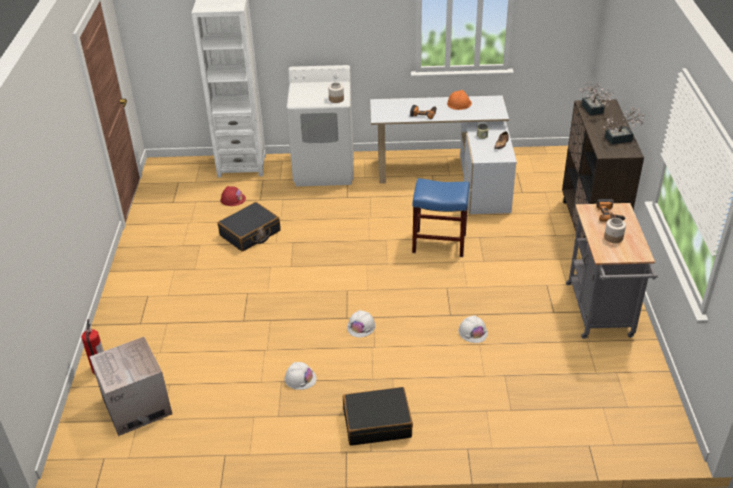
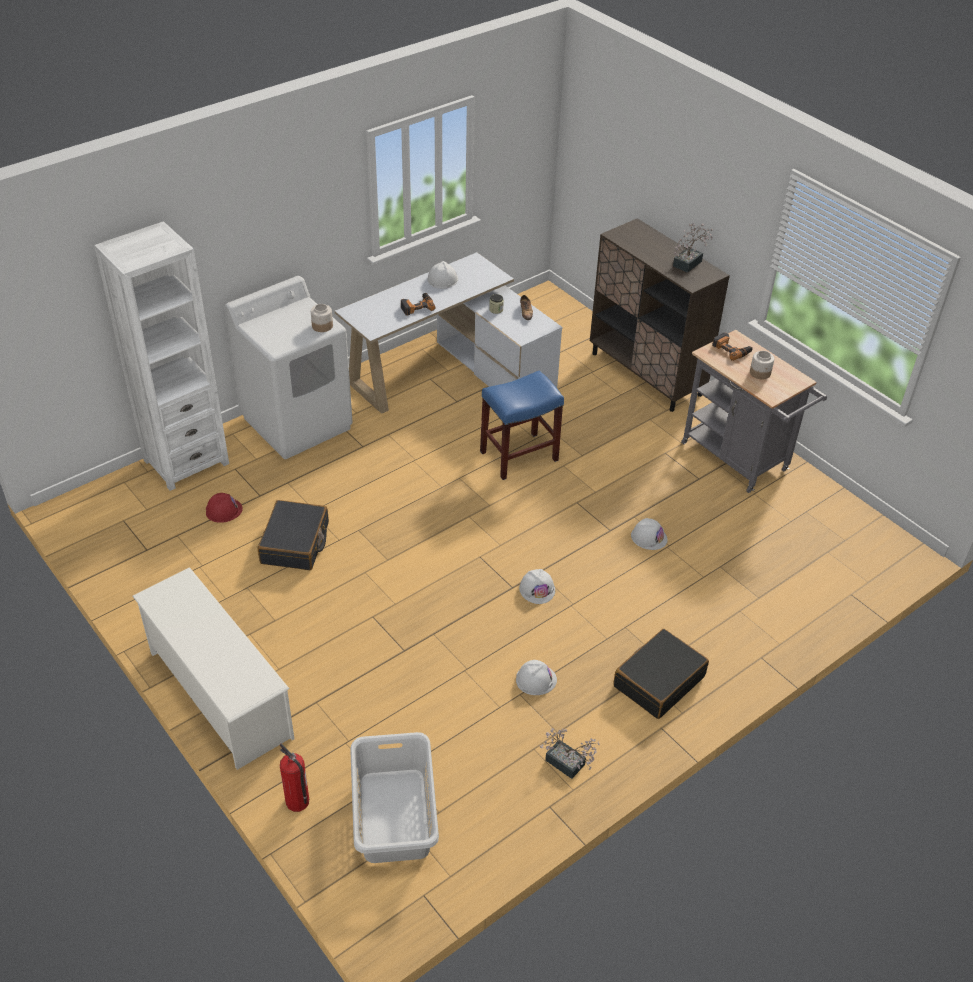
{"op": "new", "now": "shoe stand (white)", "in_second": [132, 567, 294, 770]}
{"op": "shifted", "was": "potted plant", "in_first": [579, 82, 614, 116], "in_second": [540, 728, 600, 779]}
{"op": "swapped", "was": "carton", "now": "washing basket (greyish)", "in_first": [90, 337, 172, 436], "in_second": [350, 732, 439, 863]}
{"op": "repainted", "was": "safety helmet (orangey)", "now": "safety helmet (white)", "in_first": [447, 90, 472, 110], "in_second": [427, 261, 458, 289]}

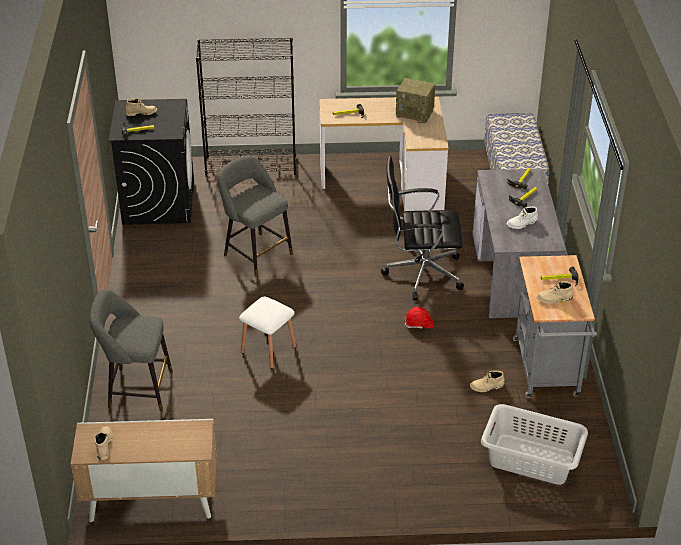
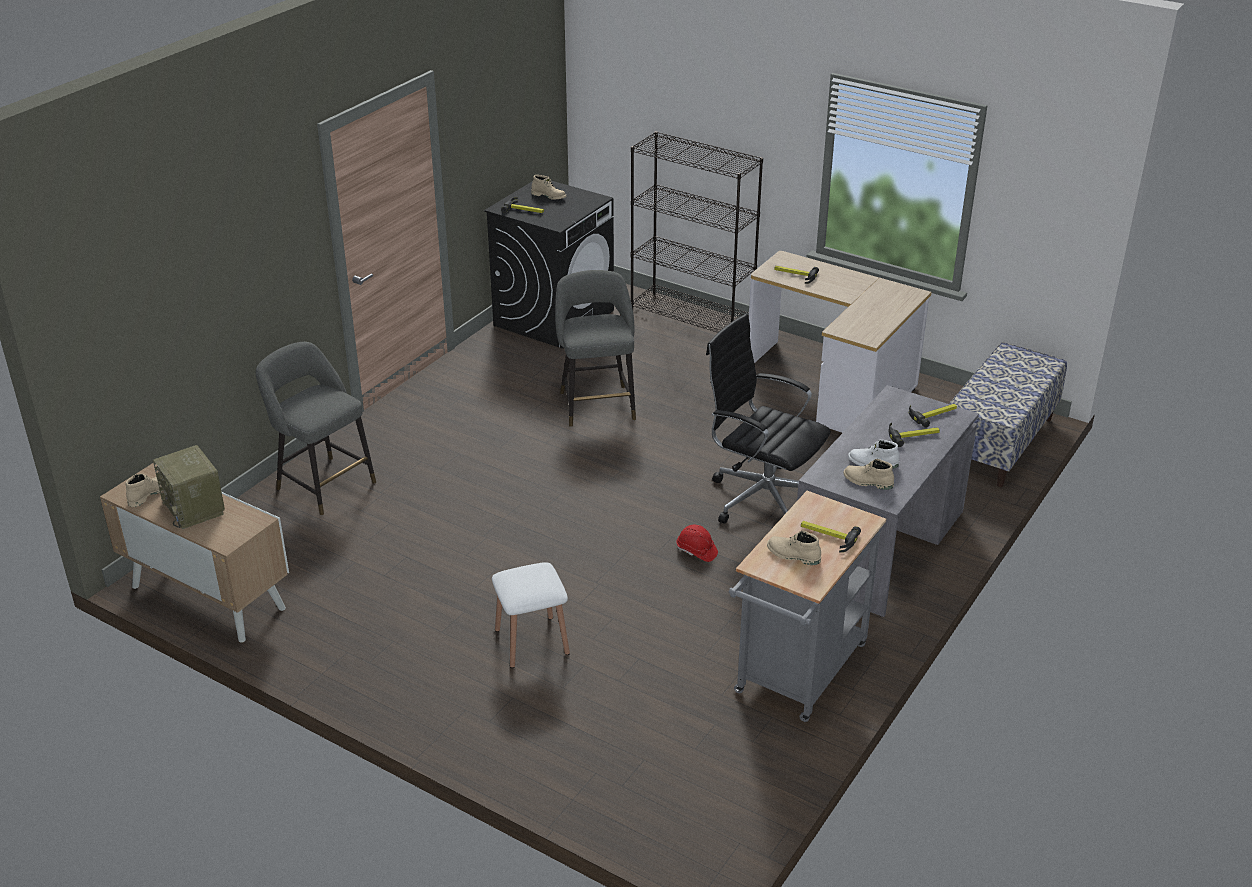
{"op": "gone", "was": "washing basket (greyish)", "in_first": [481, 404, 588, 485]}
{"op": "shifted", "was": "stool seat (white)", "in_first": [239, 297, 296, 369], "in_second": [492, 562, 570, 668]}
{"op": "shifted", "was": "radio", "in_first": [396, 78, 435, 123], "in_second": [153, 445, 225, 529]}
{"op": "shifted", "was": "boot (sand-coloured)", "in_first": [470, 371, 505, 392], "in_second": [843, 459, 894, 490]}

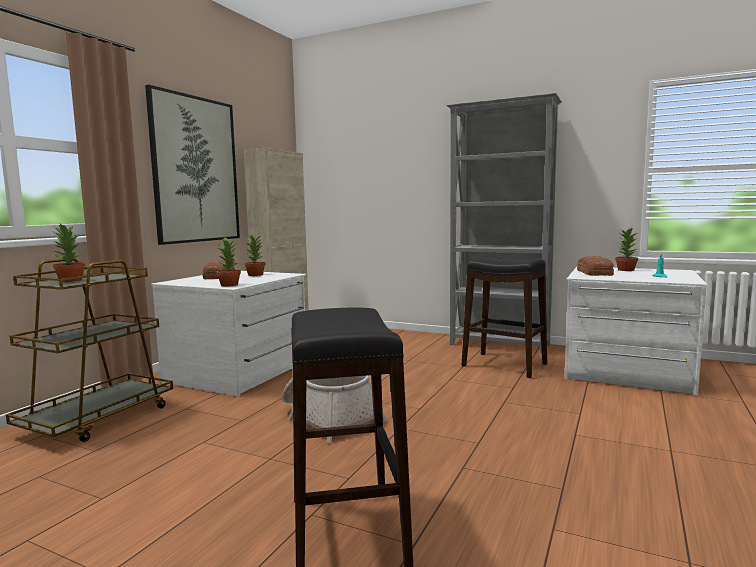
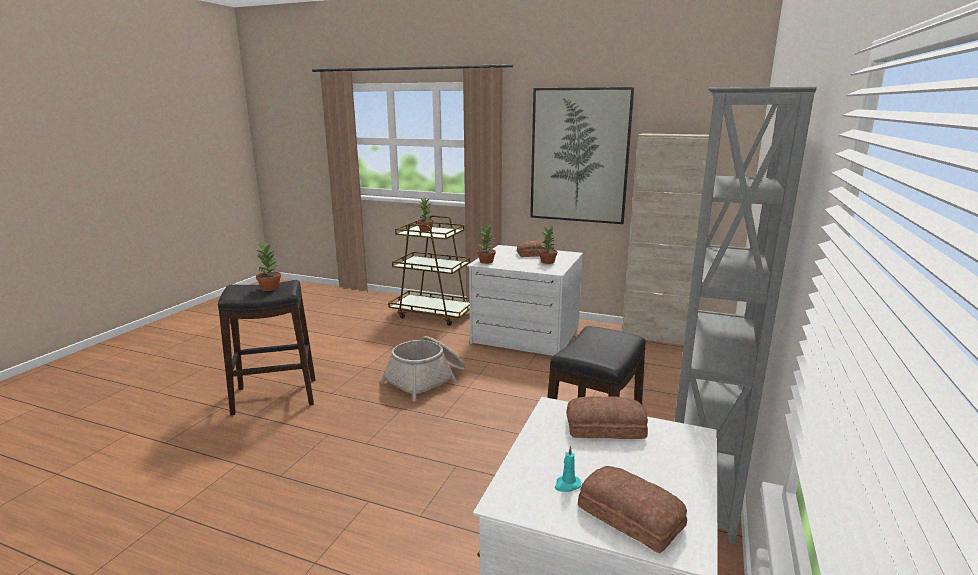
{"op": "new", "now": "bread", "in_second": [578, 466, 687, 554]}
{"op": "shifted", "was": "potted plant", "in_first": [615, 228, 638, 271], "in_second": [255, 242, 281, 291]}

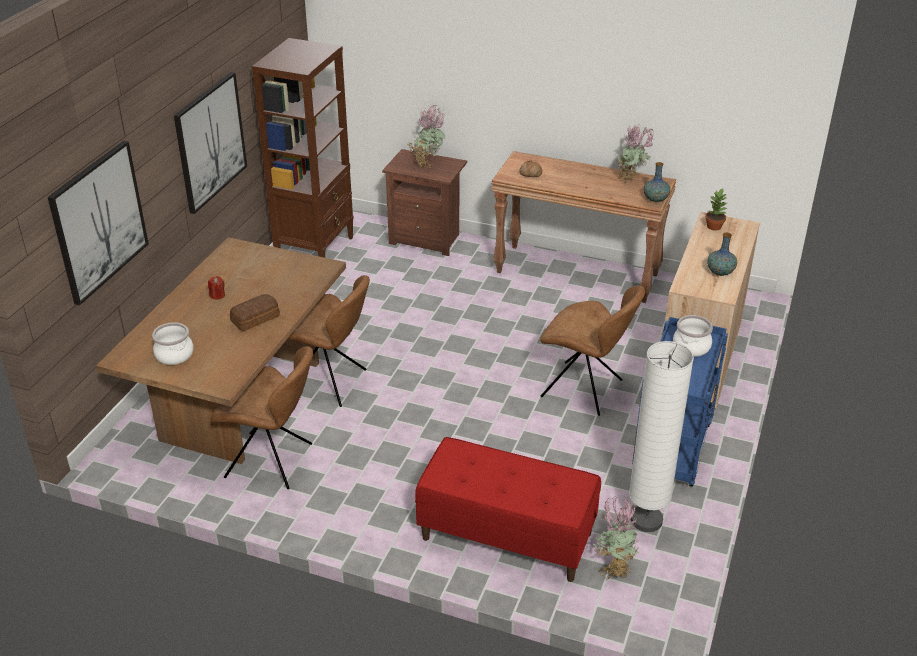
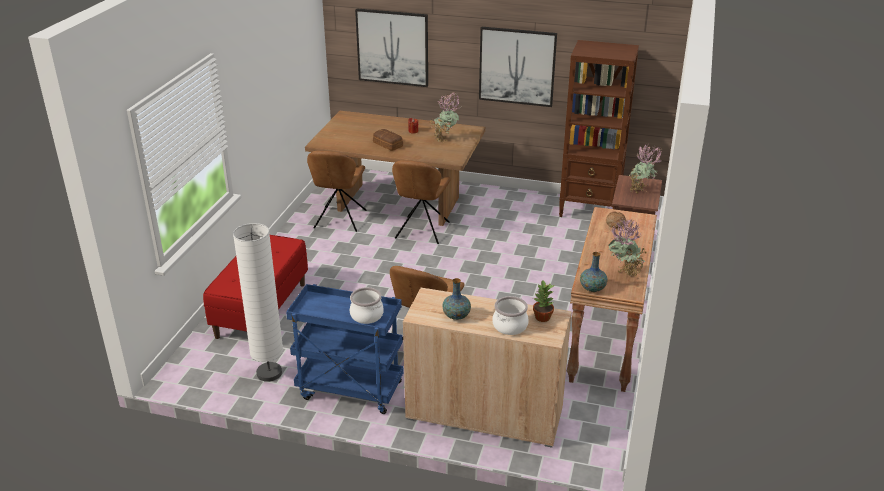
{"op": "shifted", "was": "cooking pot", "in_first": [152, 322, 193, 365], "in_second": [492, 296, 528, 335]}
{"op": "shifted", "was": "potted plant", "in_first": [593, 496, 640, 579], "in_second": [430, 92, 460, 141]}

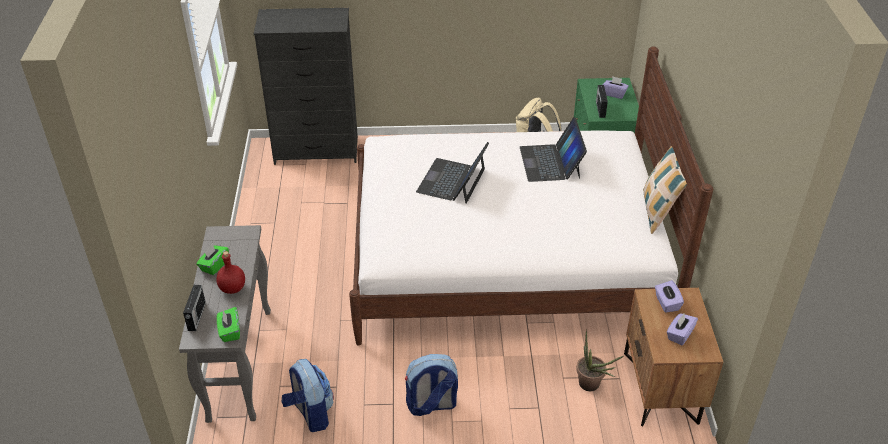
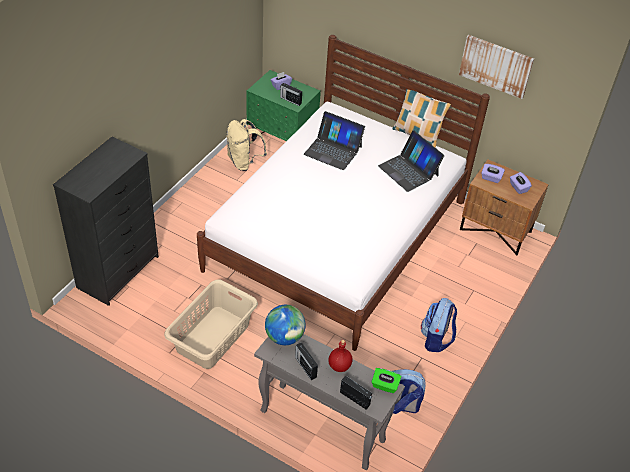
{"op": "gone", "was": "potted plant", "in_first": [576, 329, 624, 391]}
{"op": "new", "now": "washing basket (sand-coloured)", "in_second": [164, 279, 258, 369]}
{"op": "new", "now": "globe", "in_second": [265, 305, 306, 345]}
{"op": "new", "now": "wall picture", "in_second": [459, 35, 534, 99]}
{"op": "shifted", "was": "portable computer", "in_first": [416, 142, 489, 204], "in_second": [378, 131, 444, 192]}
{"op": "swapped", "was": "tissue holder (green-coloured)", "now": "radio", "in_first": [196, 244, 229, 275], "in_second": [295, 342, 318, 380]}

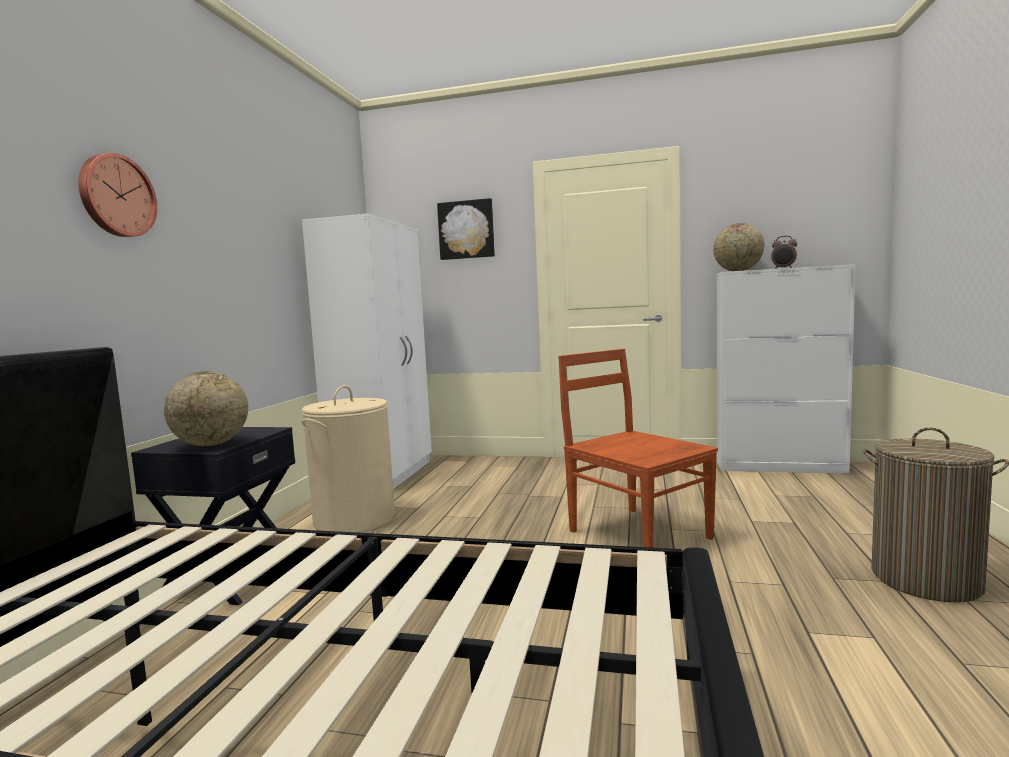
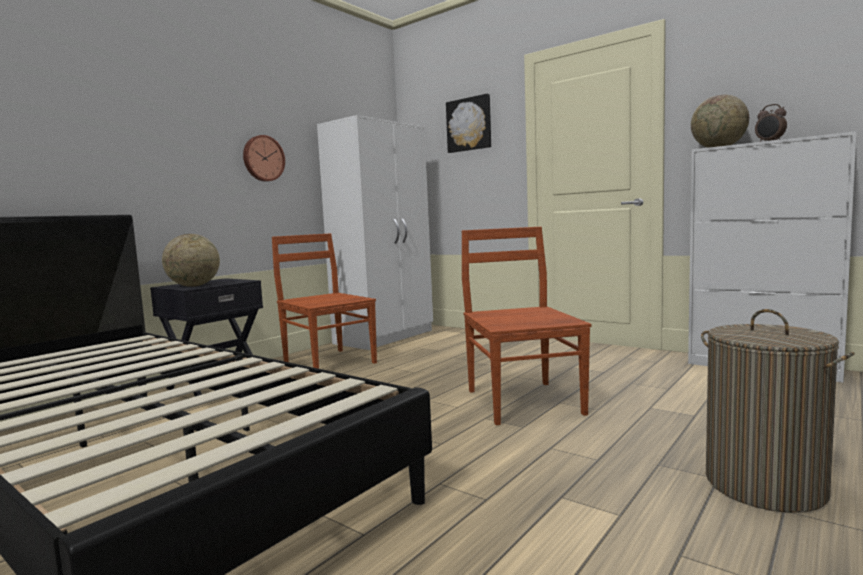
{"op": "shifted", "was": "clock on the wall", "in_first": [78, 153, 157, 237], "in_second": [243, 135, 285, 182]}
{"op": "swapped", "was": "washing basket (sand-coloured)", "now": "upright chair (brown)", "in_first": [302, 385, 395, 533], "in_second": [272, 233, 377, 369]}

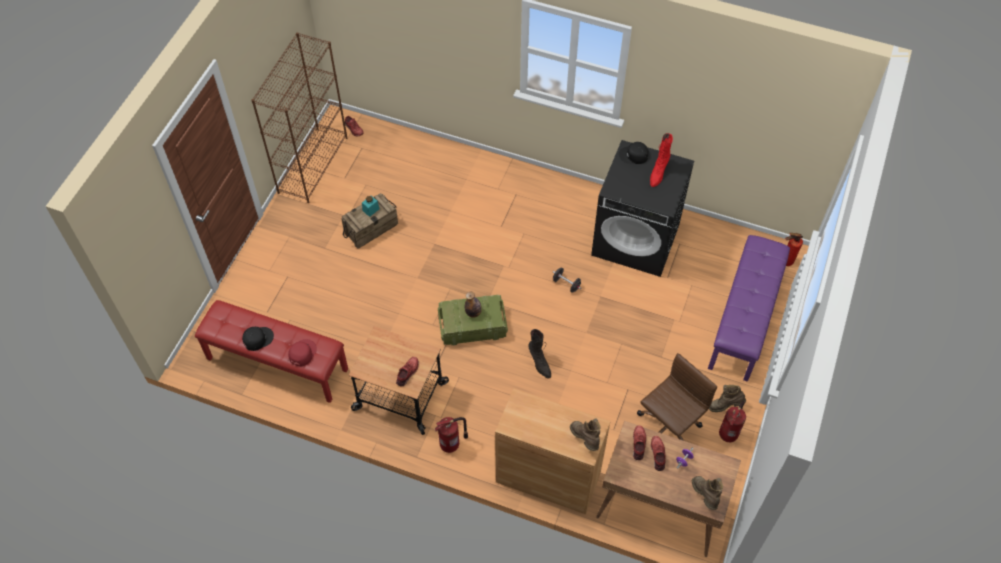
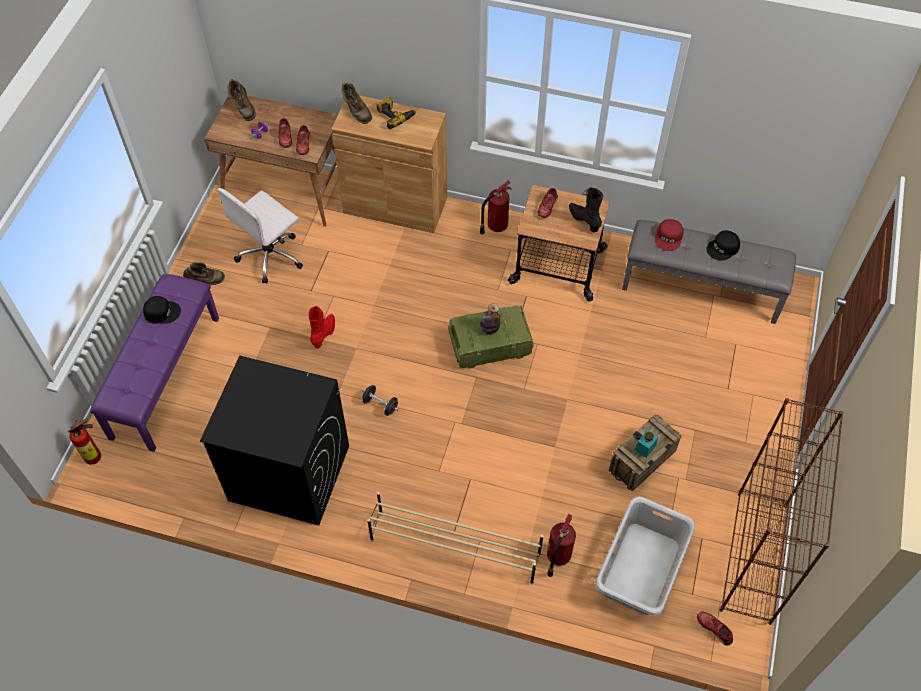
{"op": "new", "now": "shoe stand (sand-coloured)", "in_second": [367, 492, 543, 585]}
{"op": "new", "now": "electric drill", "in_second": [377, 97, 416, 129]}
{"op": "new", "now": "washing basket (greyish)", "in_second": [595, 497, 695, 616]}
{"op": "shifted", "was": "boot (black-coloured)", "in_first": [528, 329, 551, 379], "in_second": [569, 187, 603, 233]}
{"op": "shifted", "was": "peaked cap (black-coloured)", "in_first": [619, 142, 649, 164], "in_second": [143, 296, 181, 324]}
{"op": "shifted", "was": "boot (reddish)", "in_first": [650, 133, 673, 187], "in_second": [309, 306, 335, 349]}
{"op": "shifted", "was": "extinguisher", "in_first": [719, 401, 746, 442], "in_second": [547, 514, 576, 577]}
{"op": "repainted", "was": "indoor bench (reddish)", "now": "indoor bench (greyish)", "in_first": [195, 300, 348, 403], "in_second": [622, 220, 796, 324]}
{"op": "repainted", "was": "office chair (brown)", "now": "office chair (white)", "in_first": [637, 353, 717, 441], "in_second": [217, 188, 303, 284]}

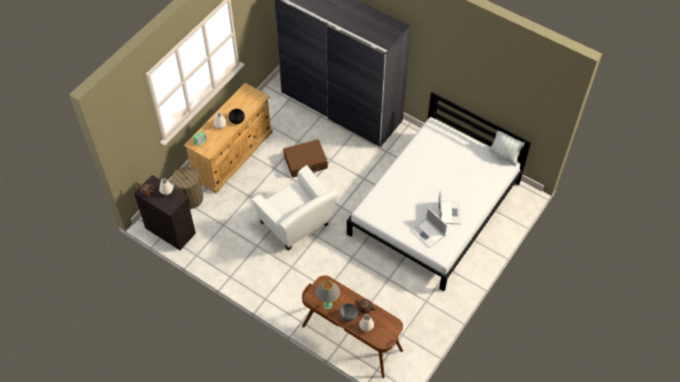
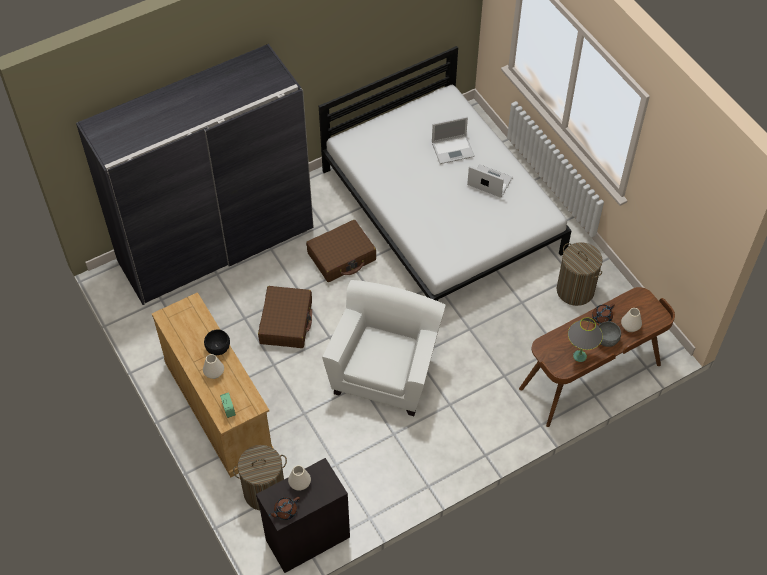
{"op": "gone", "was": "cushion", "in_first": [489, 130, 525, 166]}
{"op": "new", "now": "suitcase (brown)", "in_second": [306, 220, 376, 282]}
{"op": "new", "now": "washing basket", "in_second": [556, 242, 603, 306]}
{"op": "shifted", "was": "portable computer", "in_first": [411, 208, 447, 248], "in_second": [432, 117, 475, 164]}
{"op": "rotated", "was": "armchair (white)", "in_first": [252, 165, 338, 250], "in_second": [322, 280, 446, 416], "clockwise": -60}

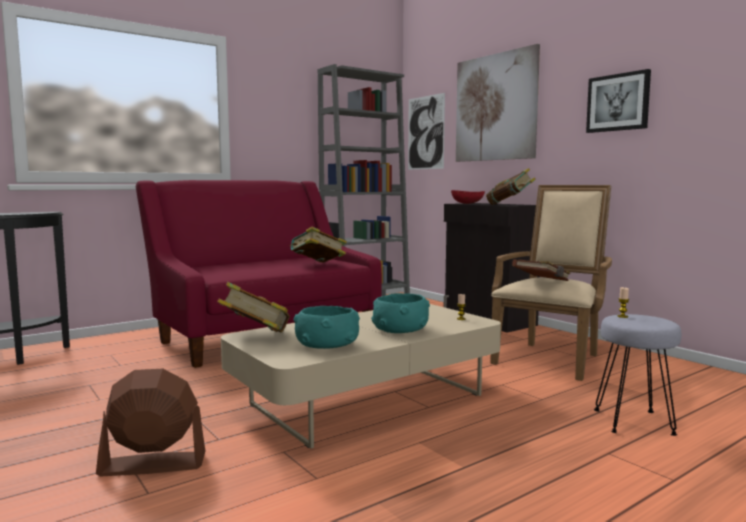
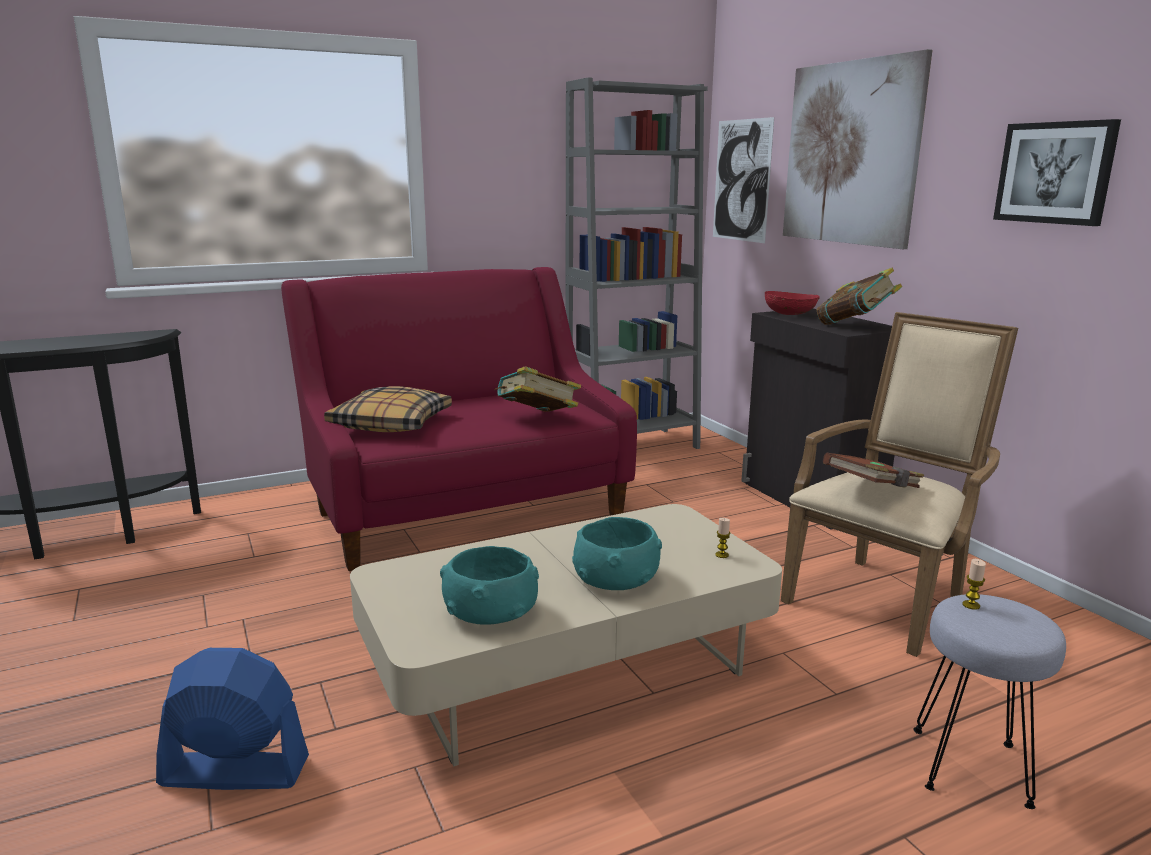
{"op": "gone", "was": "volume", "in_first": [217, 282, 290, 333]}
{"op": "new", "now": "cushion", "in_second": [324, 386, 452, 432]}
{"op": "repainted", "was": "electric fan (brown)", "now": "electric fan (blue)", "in_first": [96, 369, 205, 476], "in_second": [156, 648, 309, 790]}

